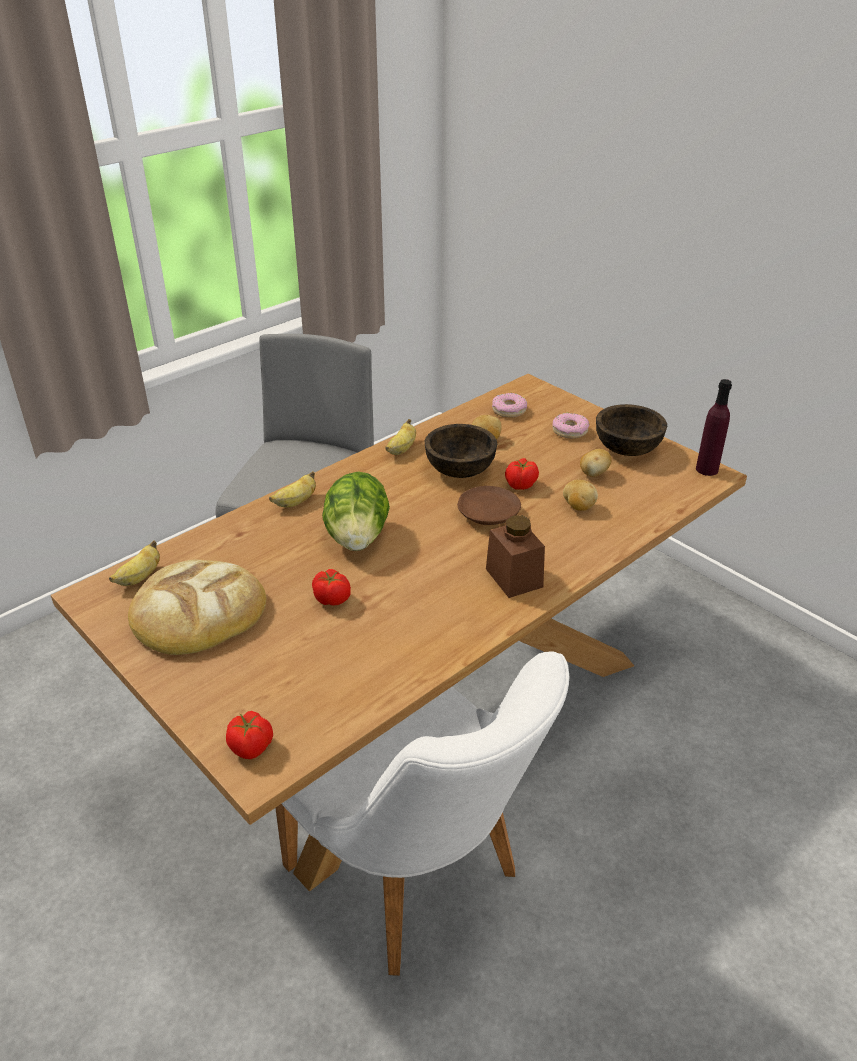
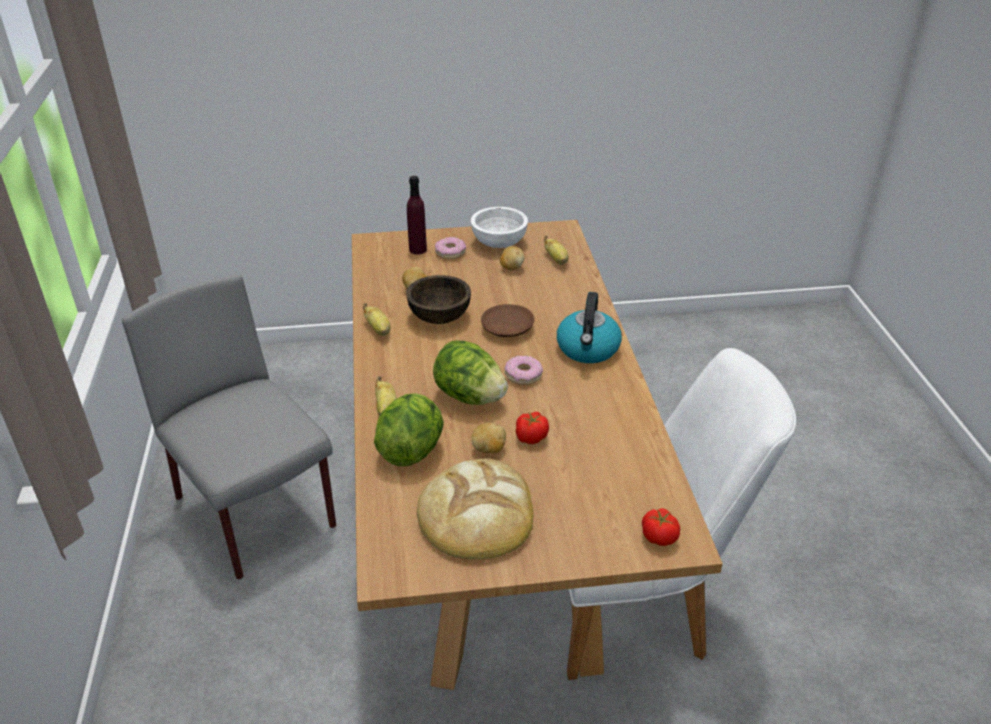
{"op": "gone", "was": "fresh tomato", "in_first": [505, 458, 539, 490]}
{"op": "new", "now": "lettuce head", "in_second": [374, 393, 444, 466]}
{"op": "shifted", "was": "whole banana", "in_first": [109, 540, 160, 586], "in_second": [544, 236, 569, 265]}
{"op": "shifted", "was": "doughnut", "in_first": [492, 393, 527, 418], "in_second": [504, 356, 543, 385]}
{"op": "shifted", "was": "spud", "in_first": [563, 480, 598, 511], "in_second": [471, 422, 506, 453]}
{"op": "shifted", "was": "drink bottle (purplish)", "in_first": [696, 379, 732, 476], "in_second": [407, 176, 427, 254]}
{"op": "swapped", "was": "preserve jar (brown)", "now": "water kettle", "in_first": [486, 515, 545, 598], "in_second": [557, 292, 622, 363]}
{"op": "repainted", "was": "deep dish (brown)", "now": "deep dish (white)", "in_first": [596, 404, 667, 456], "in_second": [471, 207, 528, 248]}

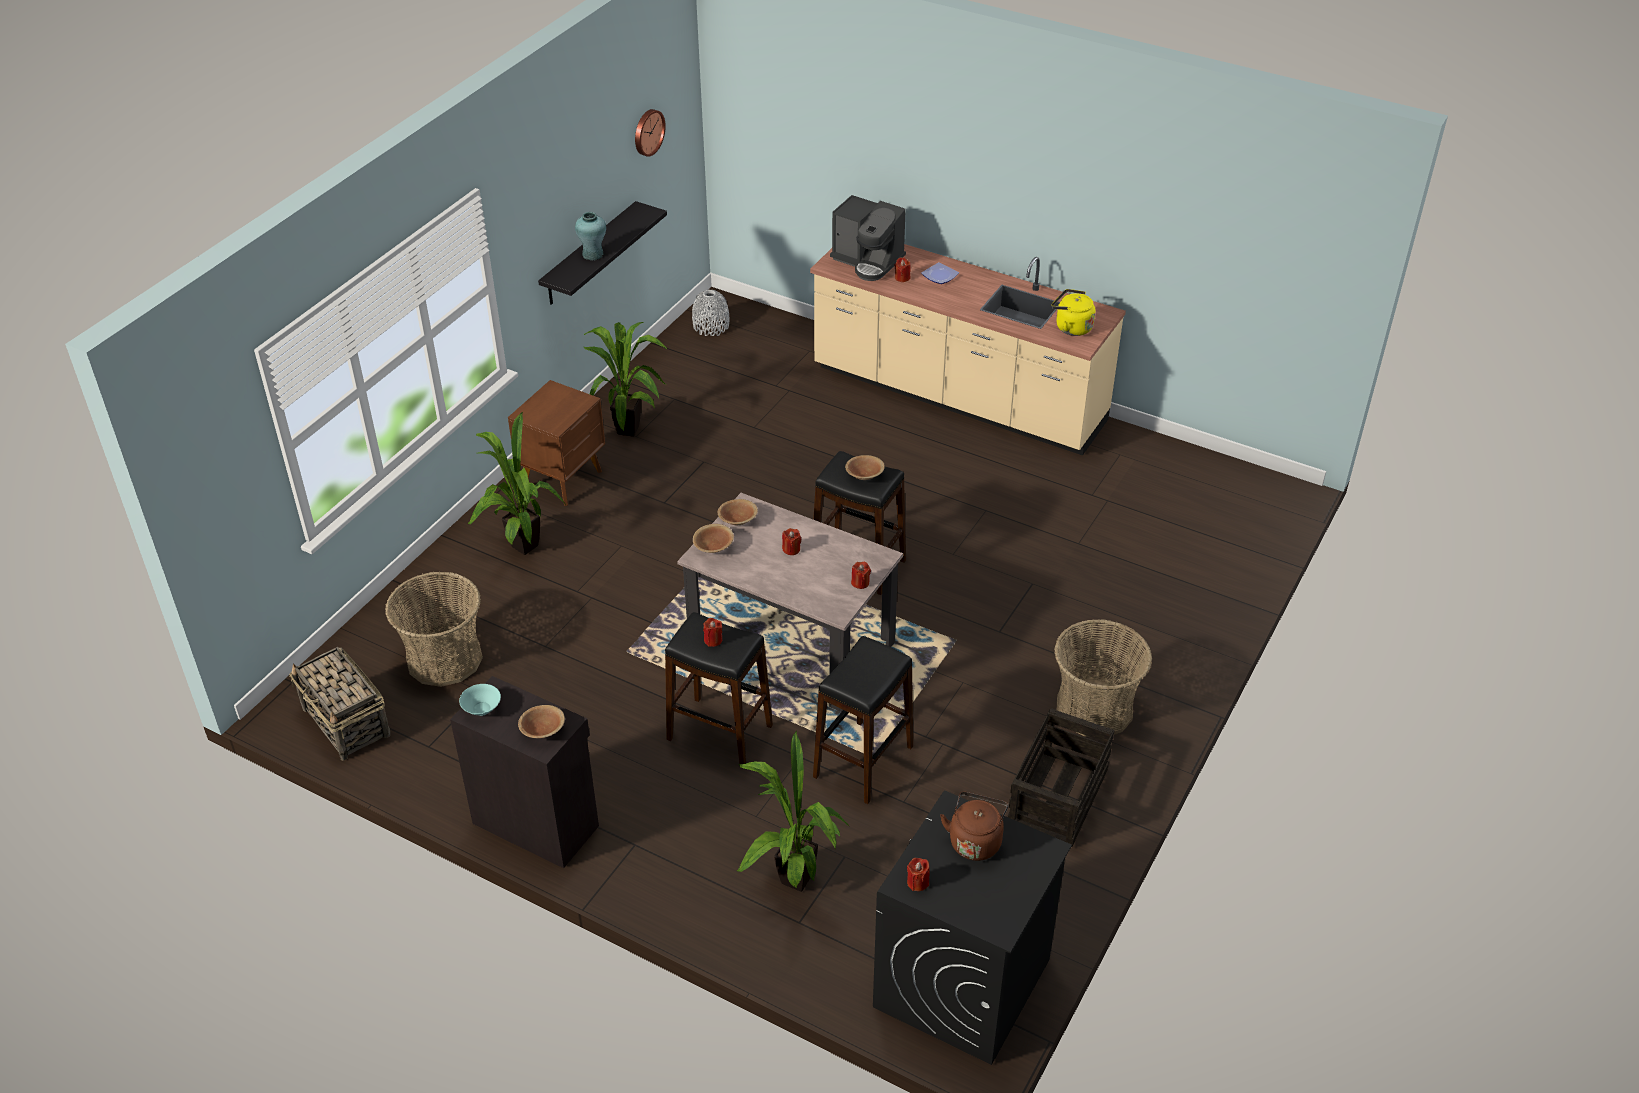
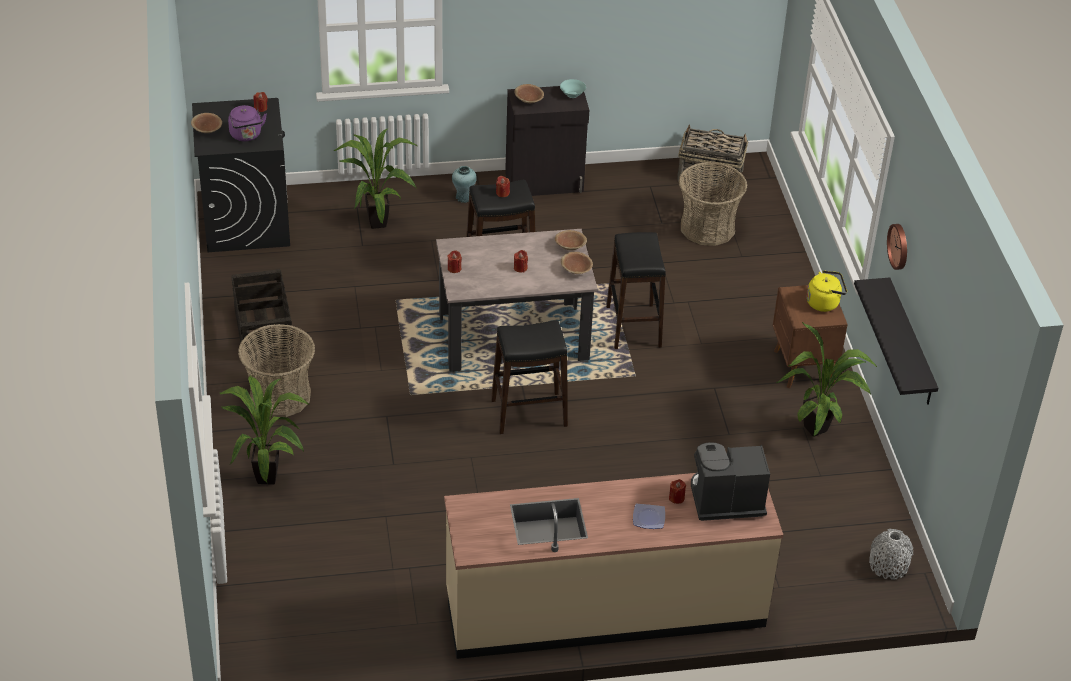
{"op": "shifted", "was": "potted plant", "in_first": [468, 412, 566, 555], "in_second": [220, 375, 309, 485]}
{"op": "shifted", "was": "vase (turquoise-coloured)", "in_first": [575, 212, 606, 260], "in_second": [452, 166, 477, 203]}
{"op": "shifted", "was": "clock on the wall", "in_first": [635, 109, 666, 157], "in_second": [887, 224, 907, 270]}
{"op": "shifted", "was": "stool seat (black-coloured)", "in_first": [813, 636, 913, 804], "in_second": [606, 232, 666, 349]}
{"op": "shifted", "was": "deep dish (brown)", "in_first": [845, 455, 885, 480], "in_second": [191, 113, 222, 133]}
{"op": "shifted", "was": "water kettle (yellow-coloured)", "in_first": [1051, 289, 1095, 336], "in_second": [807, 270, 847, 312]}
{"op": "repainted", "was": "water kettle (brown)", "now": "water kettle (purplish)", "in_first": [940, 792, 1008, 861], "in_second": [228, 105, 267, 141]}

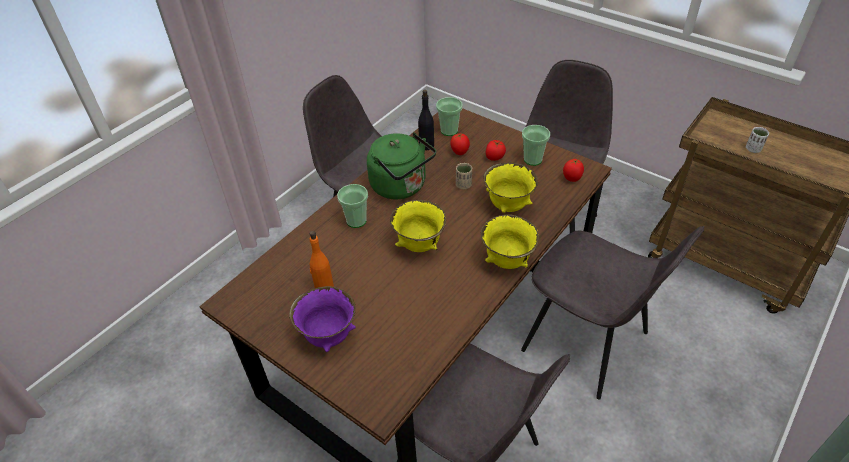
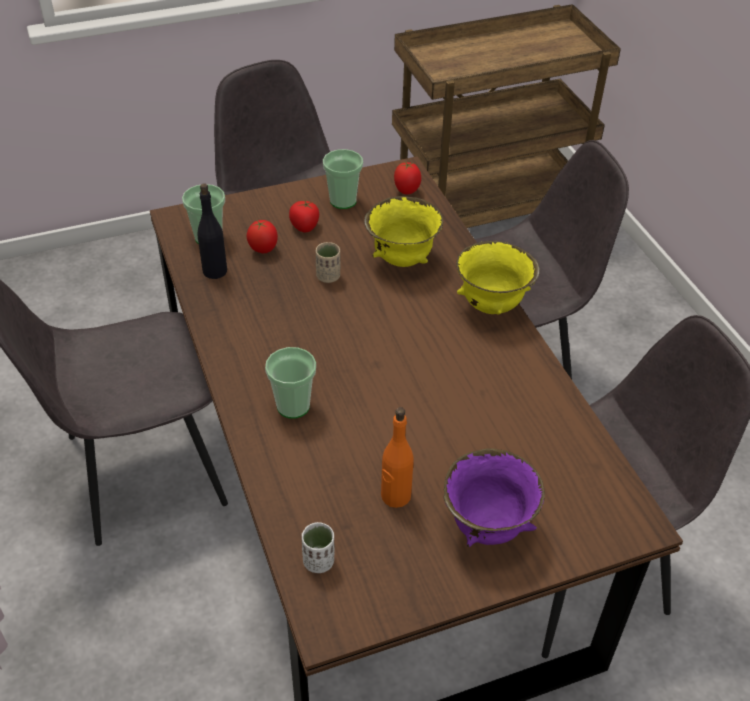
{"op": "gone", "was": "water kettle (green-coloured)", "in_first": [367, 133, 436, 199]}
{"op": "gone", "was": "deep dish (yellow-coloured)", "in_first": [390, 200, 446, 252]}
{"op": "shifted", "was": "small cup (white)", "in_first": [746, 127, 769, 153], "in_second": [302, 522, 335, 573]}

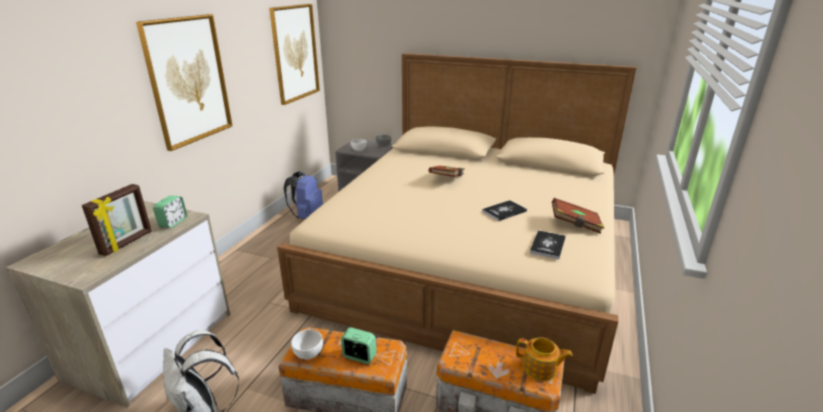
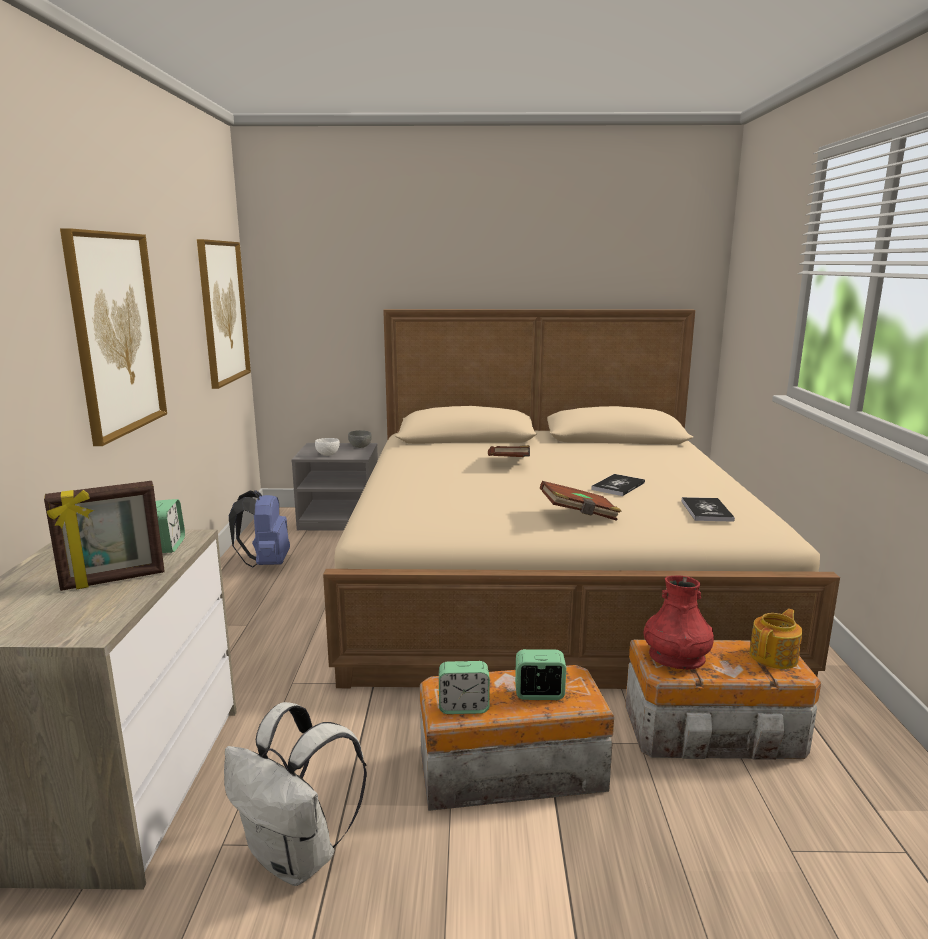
{"op": "new", "now": "vase (reddish)", "in_second": [643, 576, 714, 670]}
{"op": "shifted", "was": "volume (brown)", "in_first": [552, 198, 604, 234], "in_second": [540, 481, 622, 521]}
{"op": "swapped", "was": "deep dish (white)", "now": "alarm clock", "in_first": [291, 329, 323, 360], "in_second": [439, 661, 490, 714]}
{"op": "rotated", "was": "photo frame", "in_first": [82, 184, 152, 256], "in_second": [44, 481, 165, 591], "clockwise": 60}
{"op": "rotated", "was": "teapot", "in_first": [516, 337, 573, 381], "in_second": [749, 609, 803, 669], "clockwise": -45}

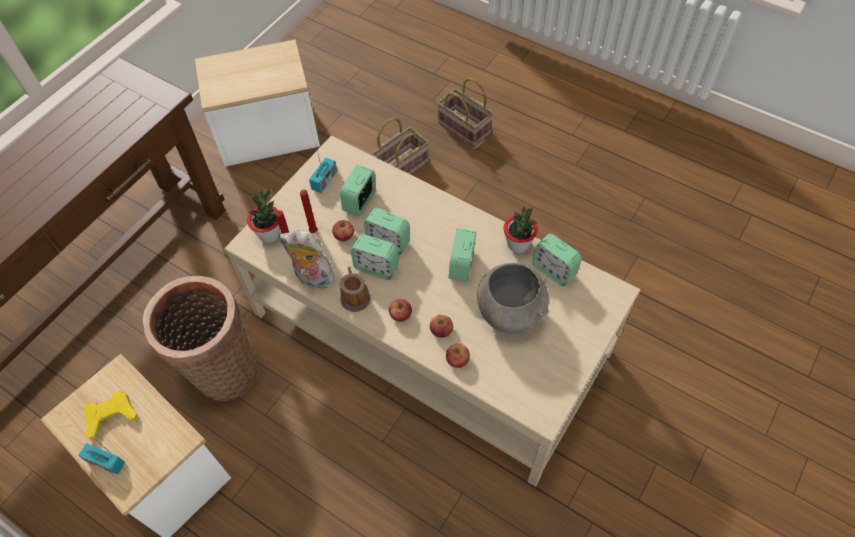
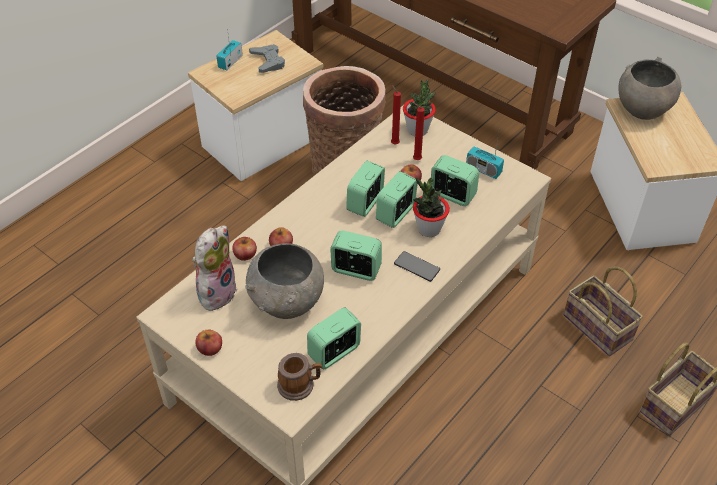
{"op": "new", "now": "telephone", "in_second": [394, 251, 440, 282]}
{"op": "new", "now": "deep dish (greyish)", "in_second": [618, 57, 681, 120]}
{"op": "shifted", "was": "cuddly toy", "in_first": [279, 230, 335, 289], "in_second": [192, 226, 238, 311]}
{"op": "shifted", "was": "tea mug", "in_first": [340, 267, 370, 312], "in_second": [277, 353, 322, 401]}
{"op": "shifted", "was": "apple fruit", "in_first": [389, 299, 412, 322], "in_second": [196, 330, 222, 356]}
{"op": "shifted", "was": "potted plant", "in_first": [504, 207, 538, 253], "in_second": [413, 177, 450, 237]}
{"op": "repainted", "was": "gamepad (yellow-coloured)", "now": "gamepad (greyish)", "in_first": [84, 391, 138, 440], "in_second": [249, 44, 285, 73]}

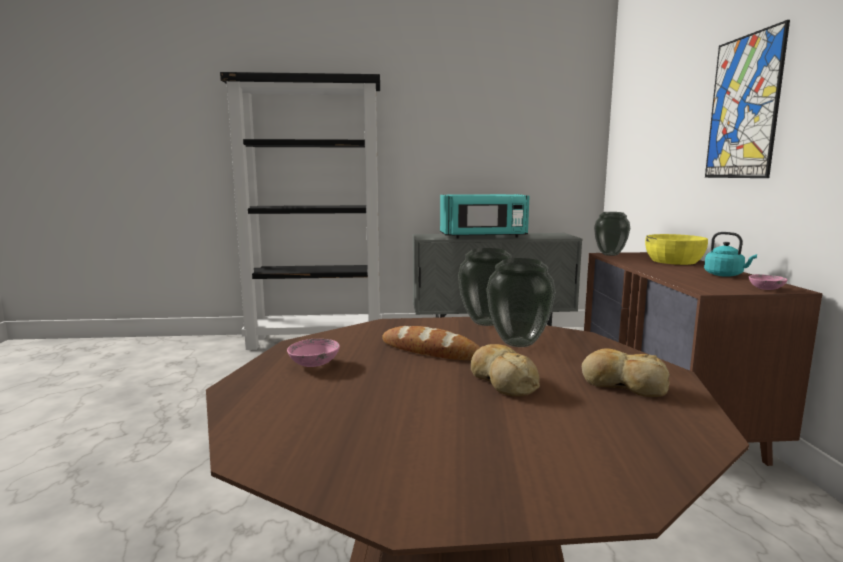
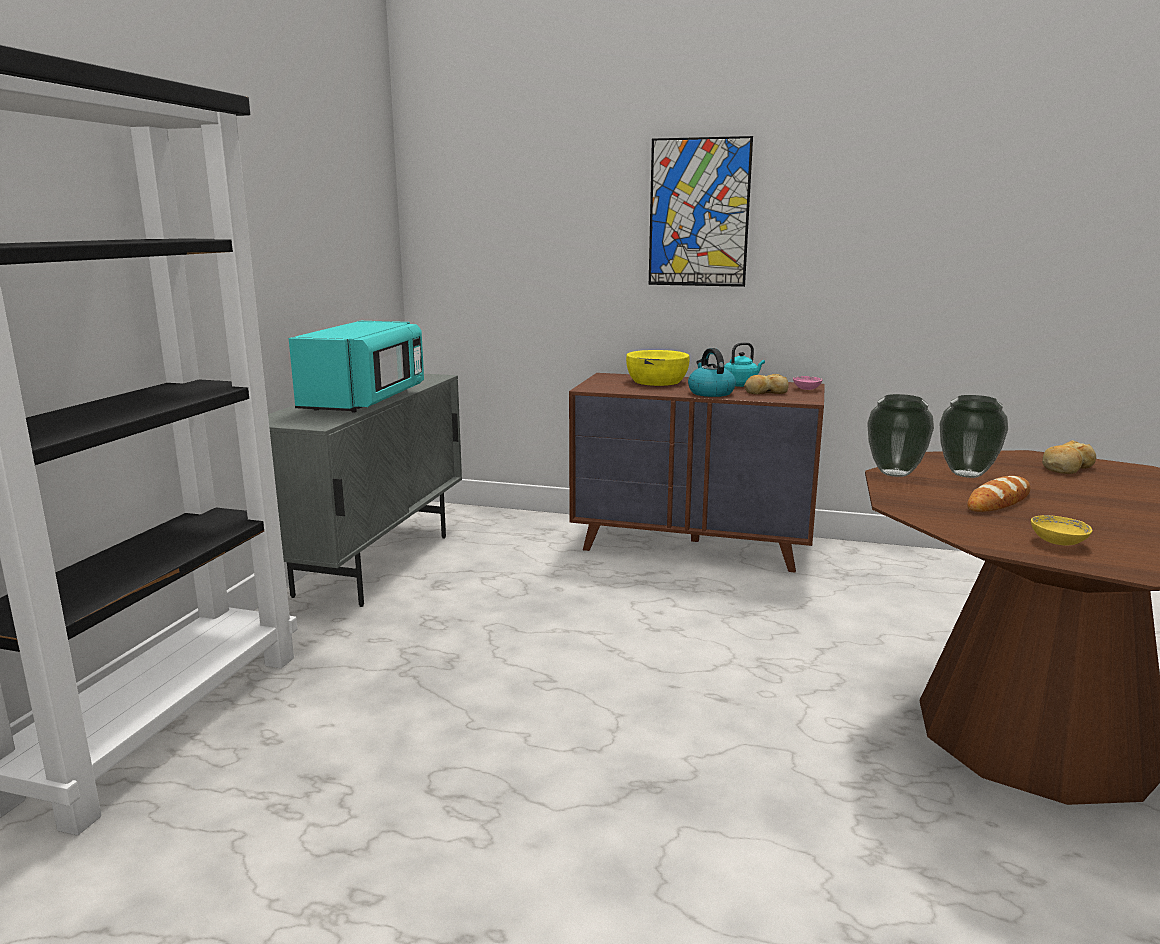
{"op": "gone", "was": "vase", "in_first": [594, 212, 630, 256]}
{"op": "new", "now": "water kettle", "in_second": [688, 348, 736, 397]}
{"op": "shifted", "was": "bread", "in_first": [471, 344, 540, 397], "in_second": [744, 374, 789, 394]}
{"op": "repainted", "was": "deep dish (pink-coloured)", "now": "deep dish (yellow-coloured)", "in_first": [287, 339, 340, 367], "in_second": [1031, 515, 1092, 545]}

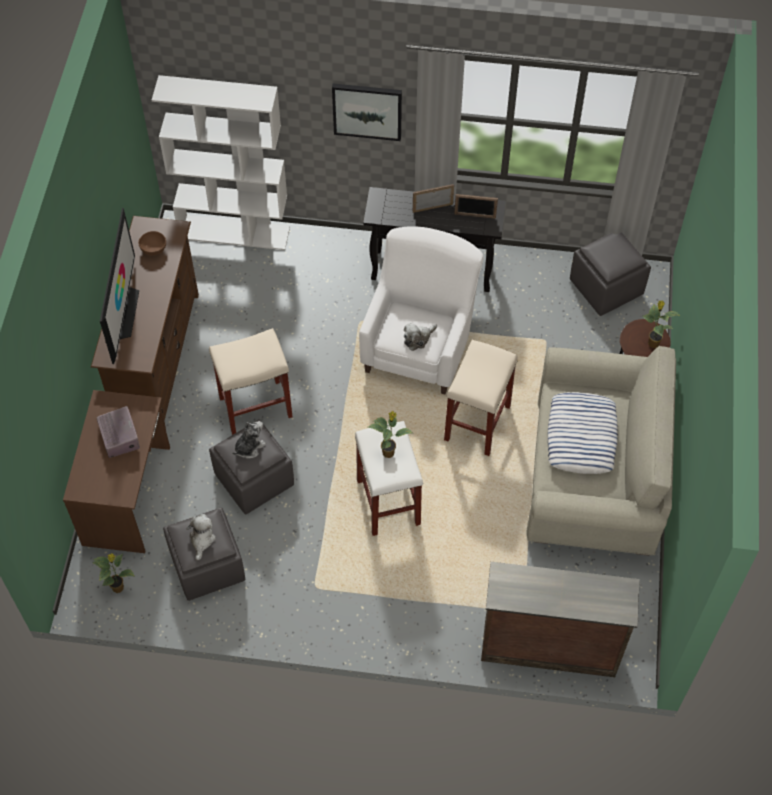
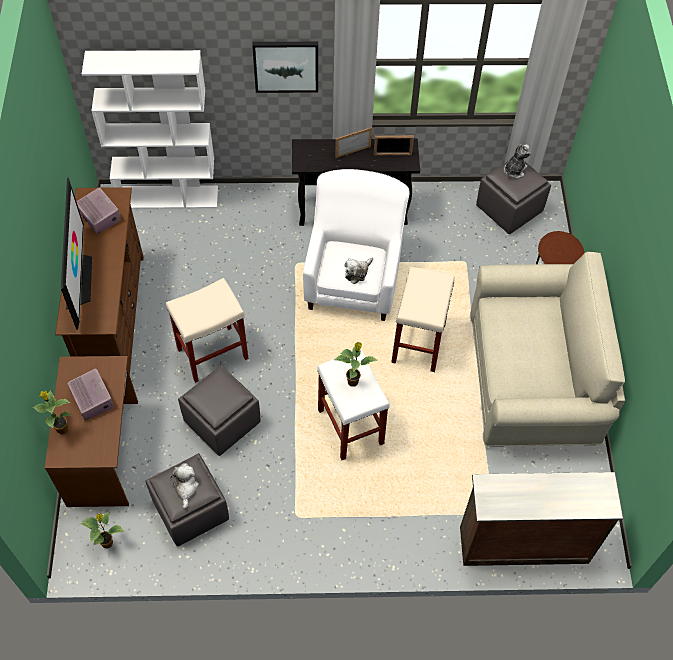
{"op": "gone", "was": "cushion", "in_first": [547, 392, 618, 474]}
{"op": "shifted", "was": "cuddly toy", "in_first": [232, 421, 266, 459], "in_second": [504, 144, 531, 178]}
{"op": "shifted", "was": "potted plant", "in_first": [642, 301, 679, 348], "in_second": [33, 390, 71, 435]}
{"op": "swapped", "was": "deep dish (brown)", "now": "radio", "in_first": [138, 231, 166, 255], "in_second": [76, 187, 121, 234]}

